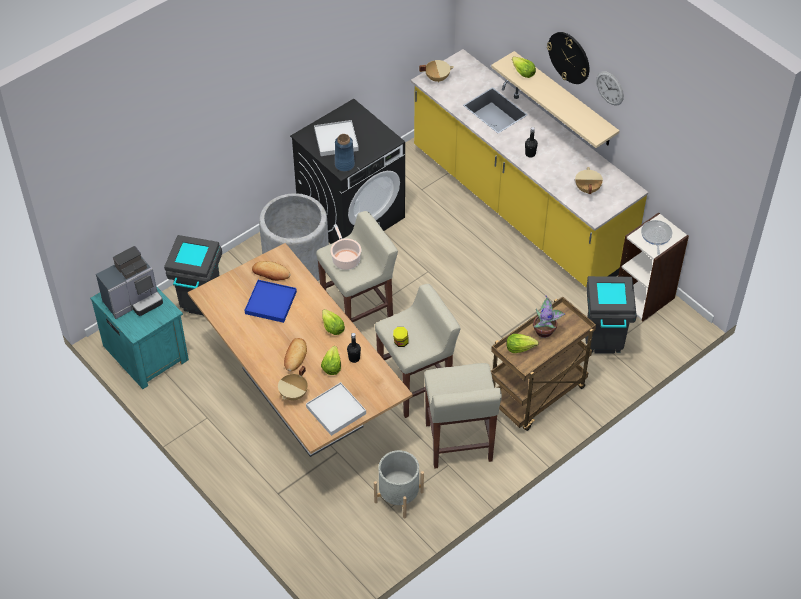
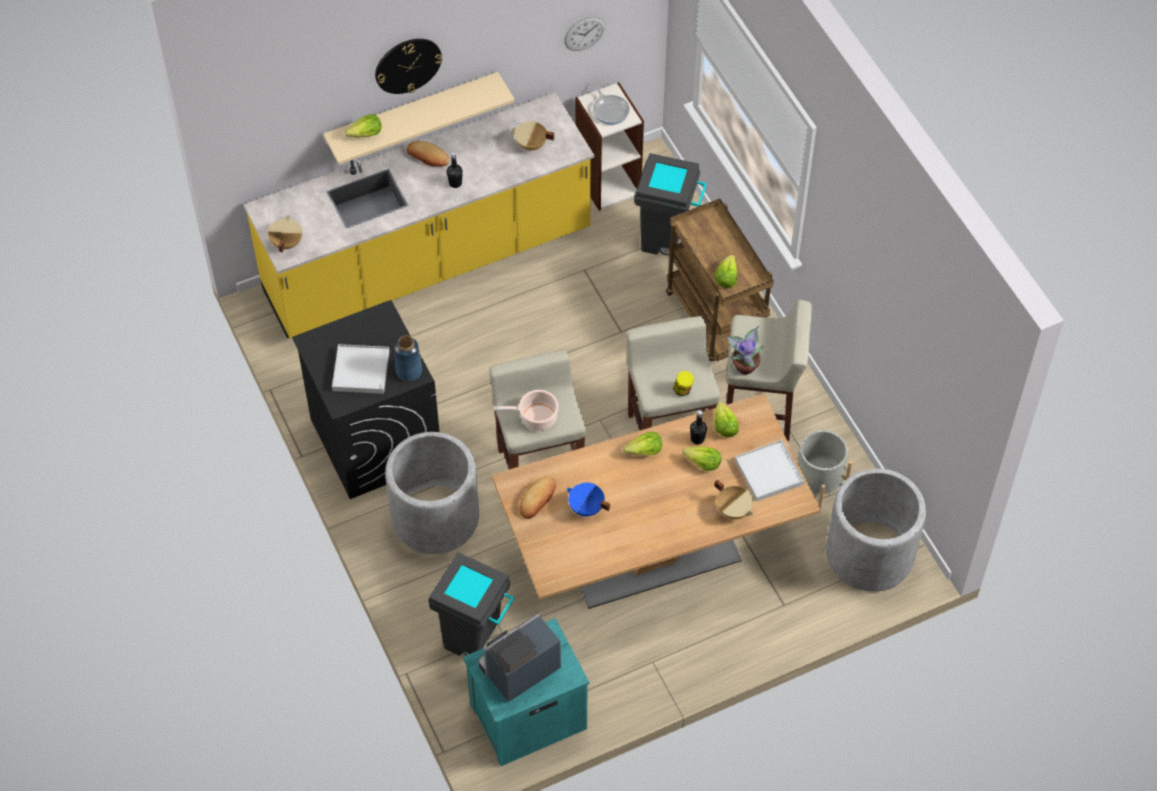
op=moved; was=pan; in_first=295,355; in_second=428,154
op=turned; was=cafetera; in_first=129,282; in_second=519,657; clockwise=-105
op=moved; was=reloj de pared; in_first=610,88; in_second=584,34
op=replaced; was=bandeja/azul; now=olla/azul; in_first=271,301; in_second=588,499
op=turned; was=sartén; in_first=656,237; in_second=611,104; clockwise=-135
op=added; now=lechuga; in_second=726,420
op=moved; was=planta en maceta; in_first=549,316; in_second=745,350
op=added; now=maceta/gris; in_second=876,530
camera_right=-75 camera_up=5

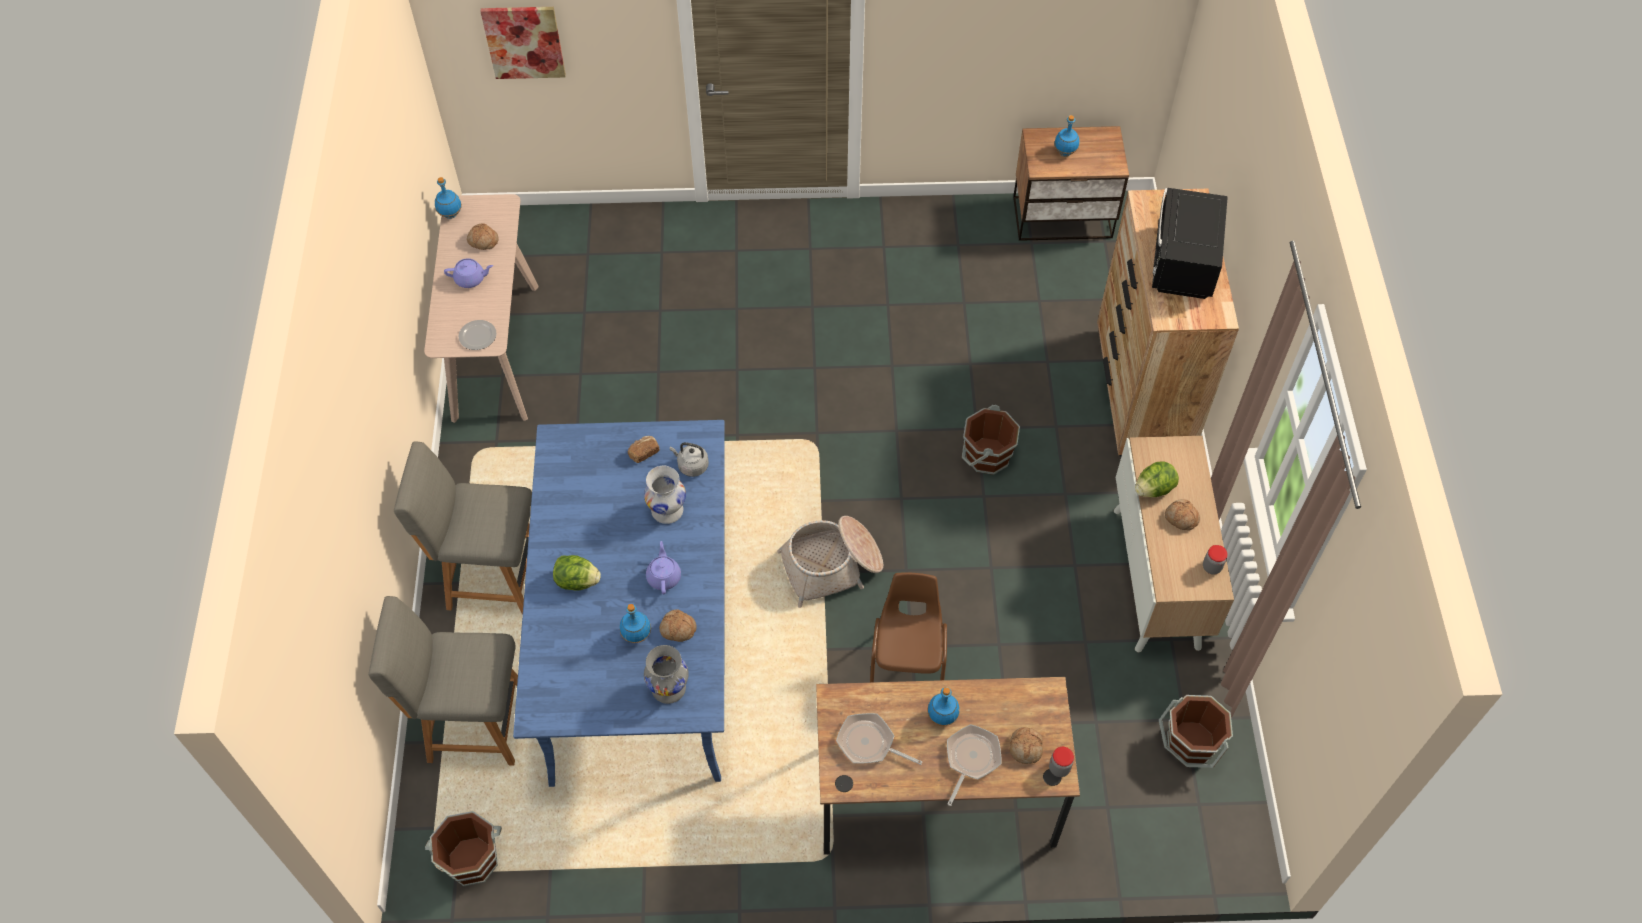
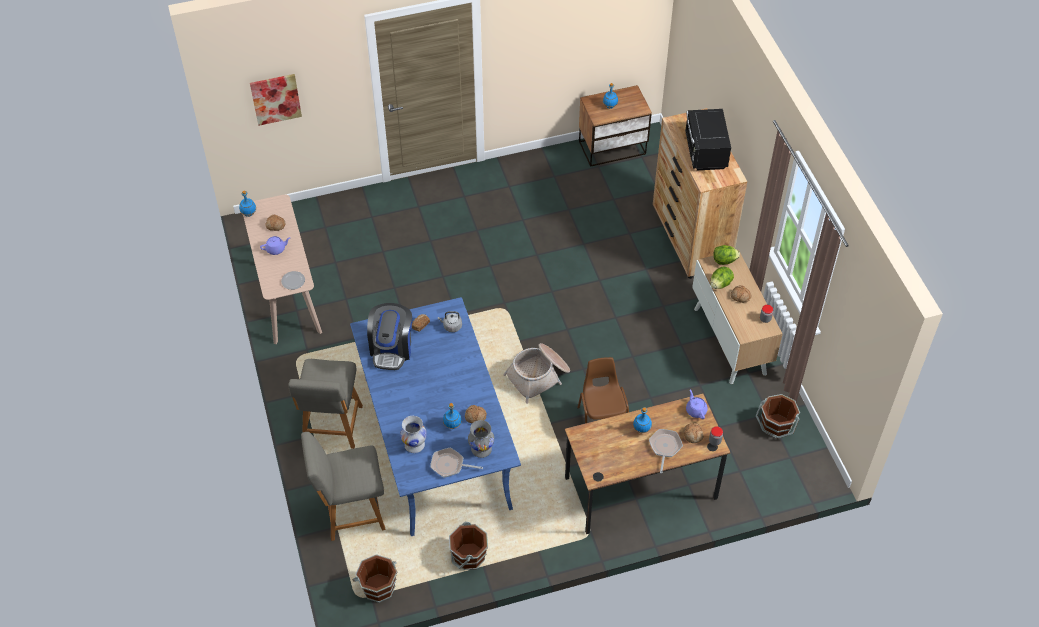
op=turned; was=silla/gris; in_first=463,528; in_second=325,404; clockwise=-75
op=added; now=cafetera; in_second=389,336
op=moved; was=florero/blanco; in_first=665,495; in_second=413,434
op=moved; was=sartén; in_first=879,739; in_second=456,463
op=moved; was=cubo/marrón; in_first=991,440; in_second=468,546
op=moved; was=tetera/morado; in_first=663,567; in_second=697,404
op=moved; was=lechuga; in_first=577,573; in_second=726,255
camera_right=-15 camera_up=-5

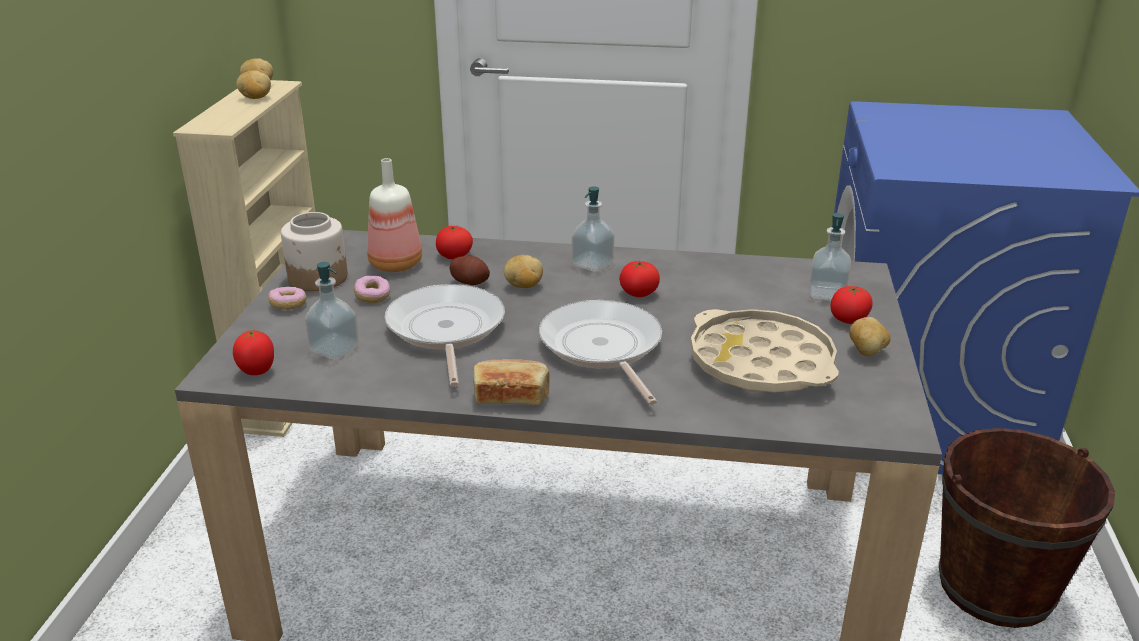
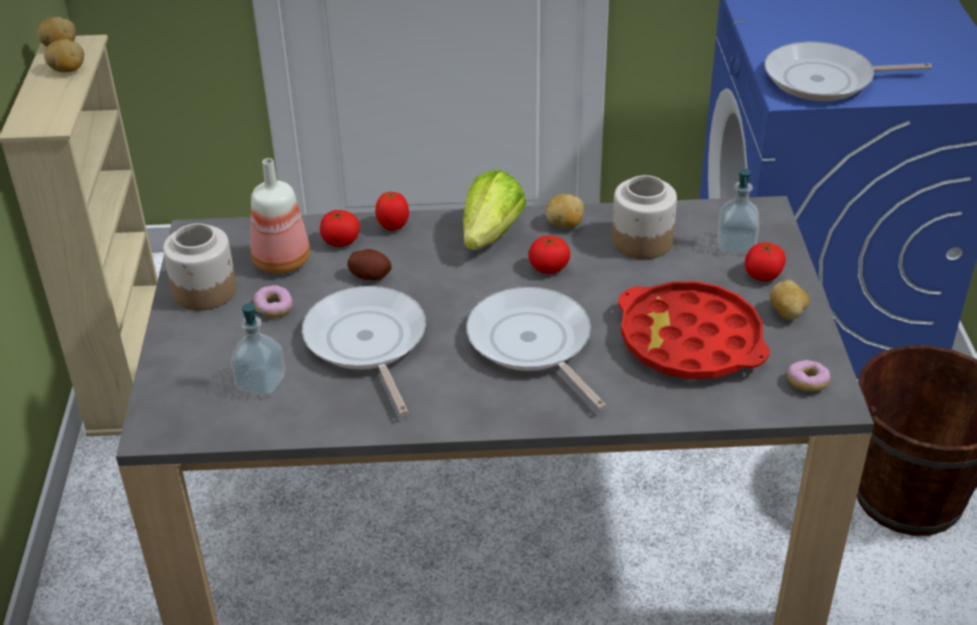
op=moved; was=tomate; in_first=253,352; in_second=392,210
op=replaced; was=dispensador de jabón; now=lechuga; in_first=593,229; in_second=494,210
op=moved; was=patata; in_first=523,271; in_second=565,211
op=added; now=tarro; in_second=644,217
op=recoloured; was=bandeja/beis; now=bandeja/rojo; in_first=765,351; in_second=694,330
op=added; now=sartén; in_second=848,71
op=moved; was=rosquilla; in_first=287,298; in_second=808,376
op=removed; was=pan; in_first=511,382
camera_right=-10 camera_up=10

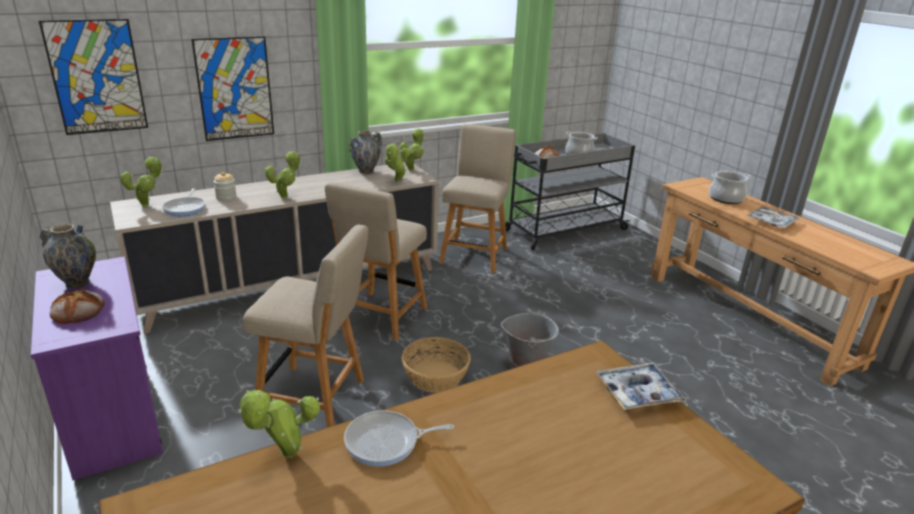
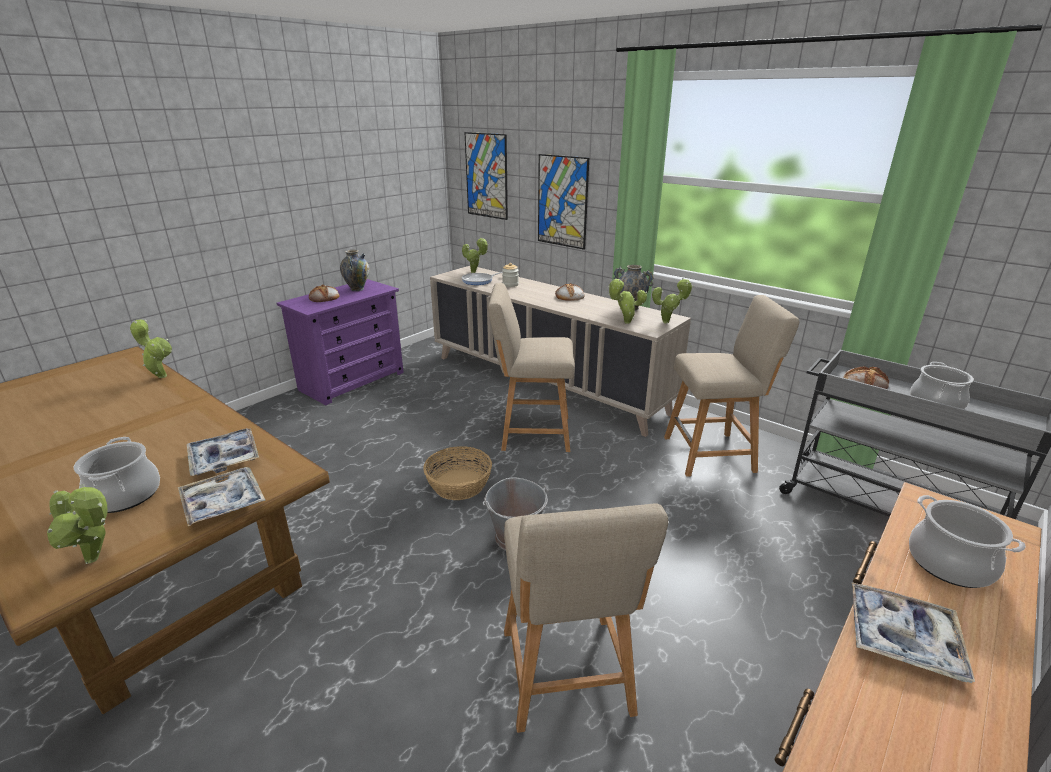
op=moved; was=planta en maceta; in_first=282,175; in_second=77,524
op=added; now=olla; in_second=117,475
op=added; now=bandeja; in_second=223,452
op=moved; was=silla/beis; in_first=305,326; in_second=586,618
op=added; now=pan; in_second=569,292
op=removed; was=sartén; in_first=399,438
camera_right=70 camera_up=0

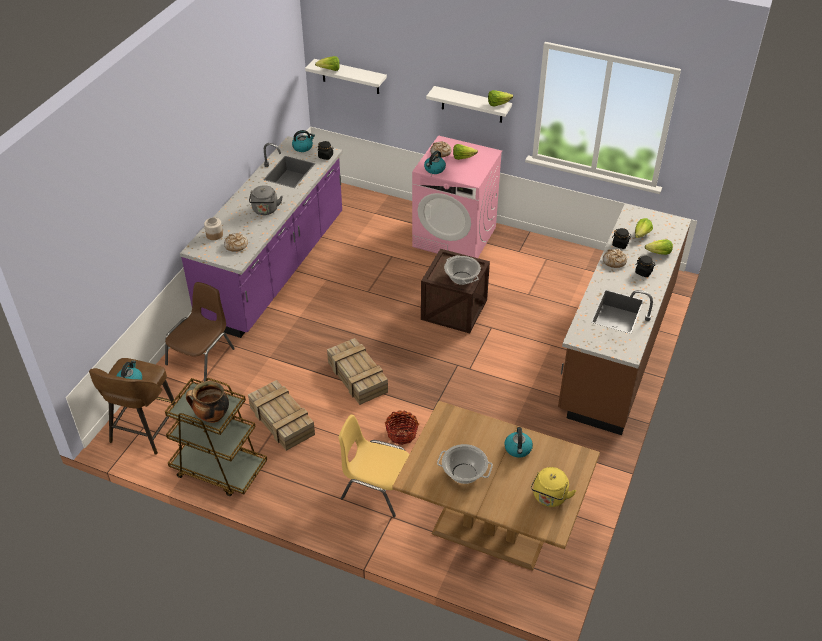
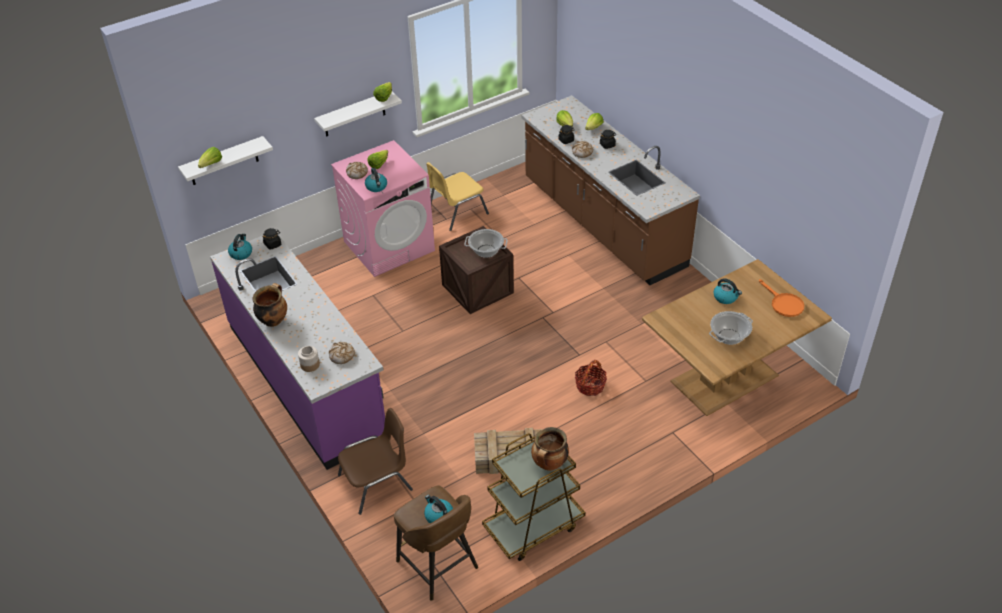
op=added; now=olla; in_second=270,305
op=turned; was=silla/marrón; in_first=200,331; in_second=375,461; clockwise=90
op=moved; was=silla/amarillo; in_first=374,466; in_second=457,196
op=replaced; was=hervidor/amarillo; now=sartén/naranja; in_first=553,487; in_second=781,298
op=removed; was=hervidor/gris; in_first=266,200
op=removed; was=caja de embalaje; in_first=357,371
camera_right=-55 camera_up=0

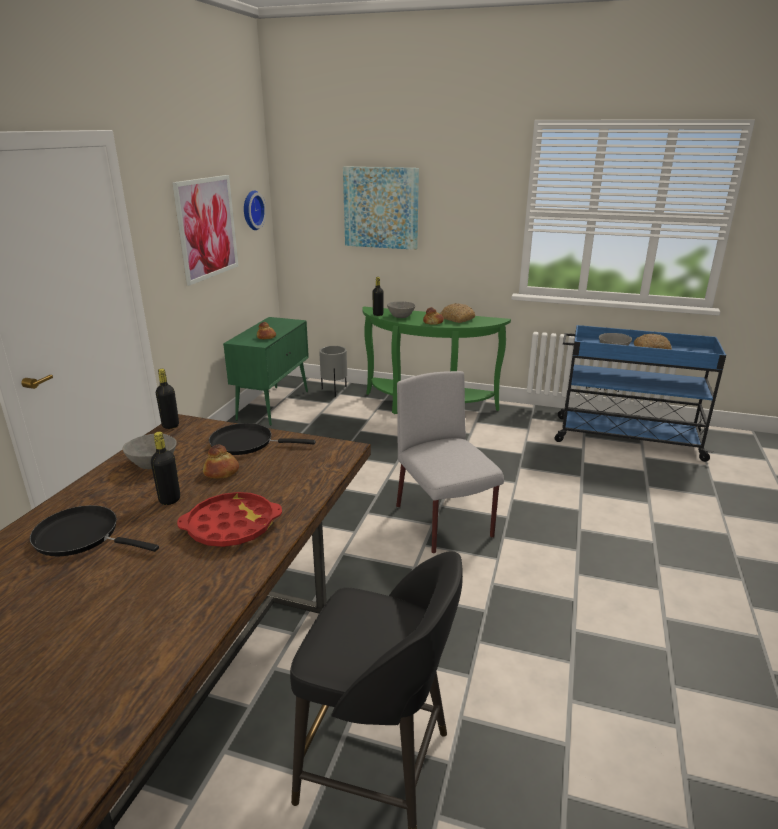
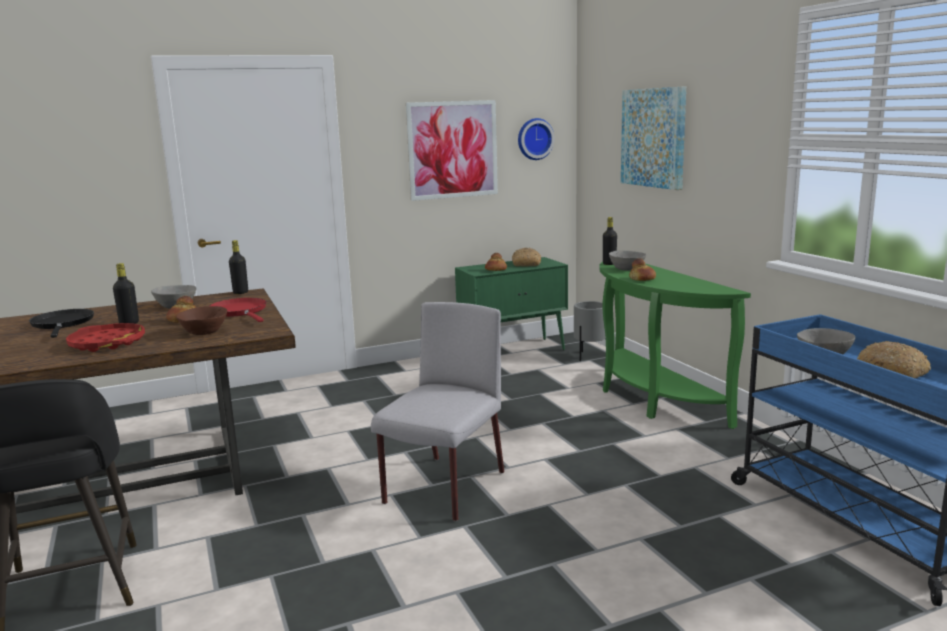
op=added; now=cuenco/marrón; in_second=201,320
op=recoloured; was=sartén/negro; now=sartén/rojo; in_first=262,439; in_second=238,310
op=moved; was=pan; in_first=458,313; in_second=526,257
camera_right=50 camera_up=-10

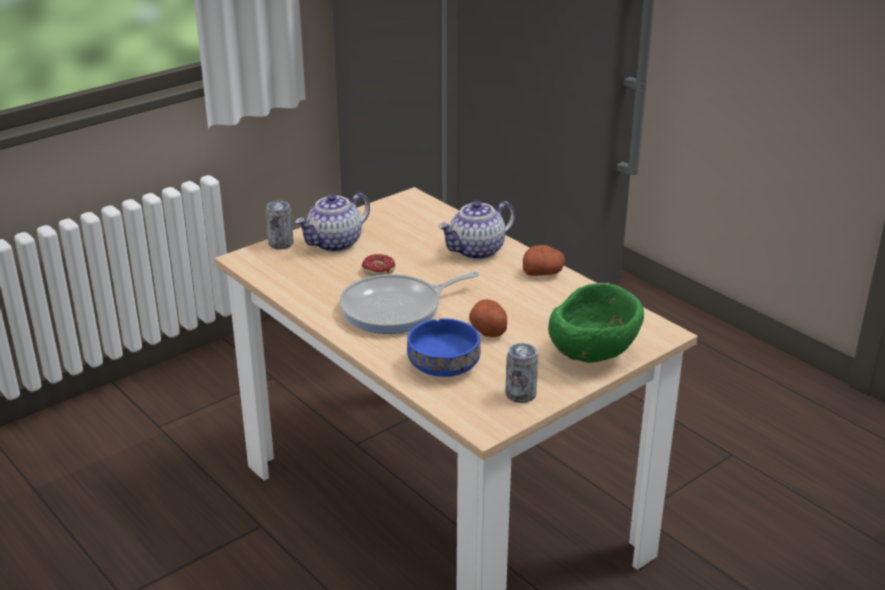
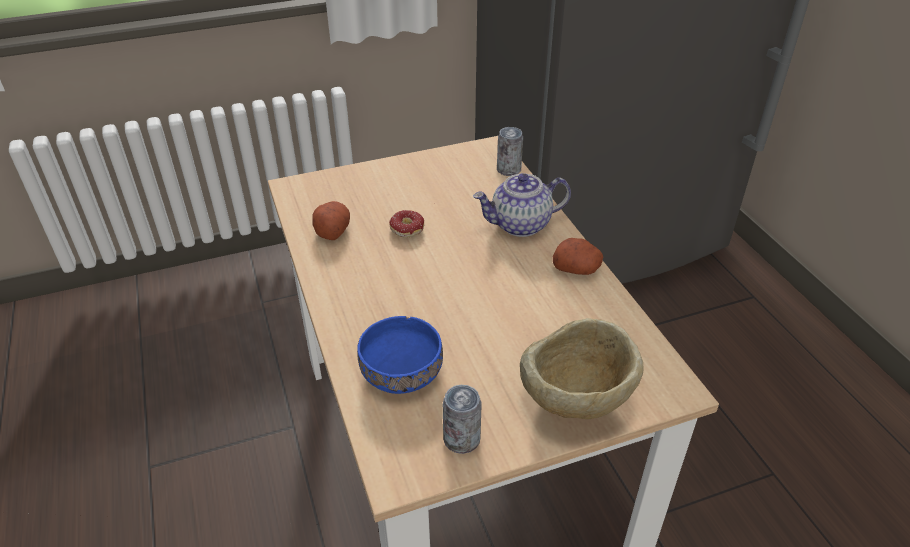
op=moved; was=patata; in_first=488,318; in_second=331,220
op=moved; was=lata; in_first=280,225; in_second=510,151
op=recoloured; was=cuenco/verde; now=cuenco/beis; in_first=596,323; in_second=582,368
op=removed; was=tetera; in_first=332,222
op=removed; was=sartén; in_first=409,303
camera_right=20 camera_up=10

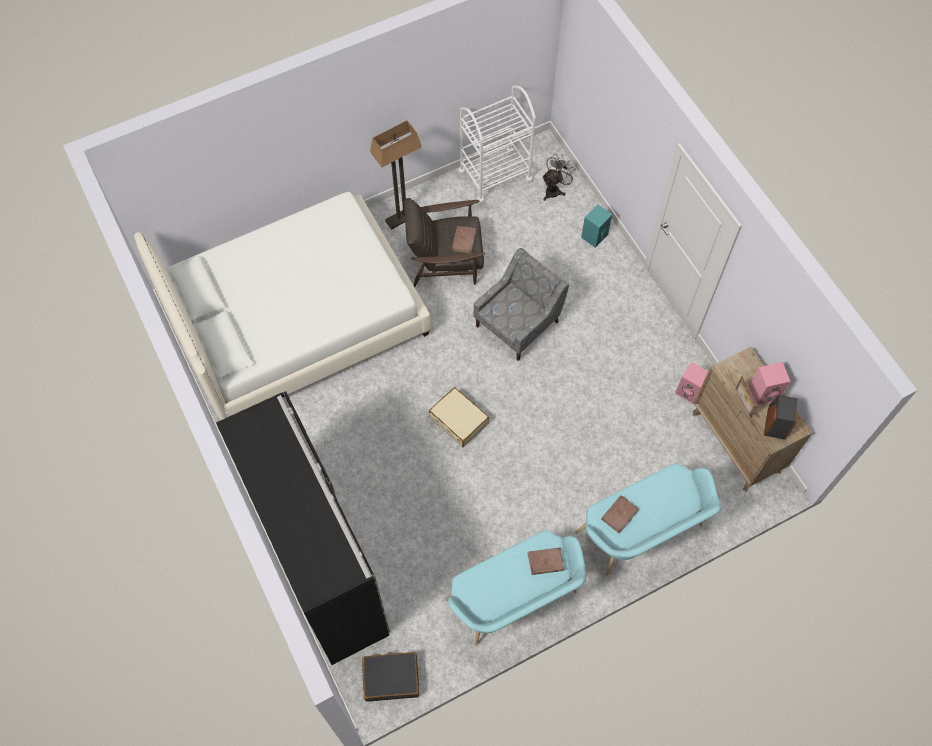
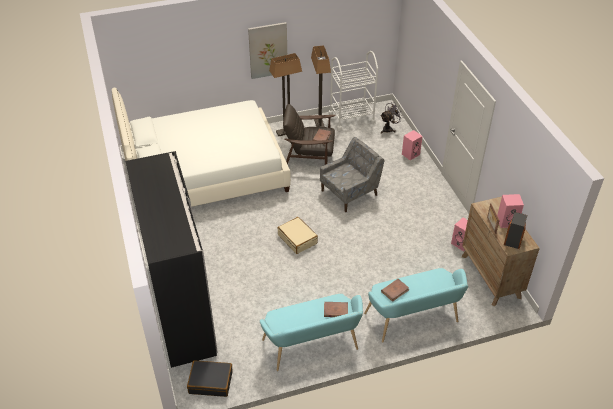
op=added; now=cuadro; in_second=267,50
op=added; now=lámpara de pie; in_second=321,86
op=recoloured; was=altavoz/turquesa; now=altavoz/rosa; in_first=596,226; in_second=412,145
camera_right=10 camera_up=-20

